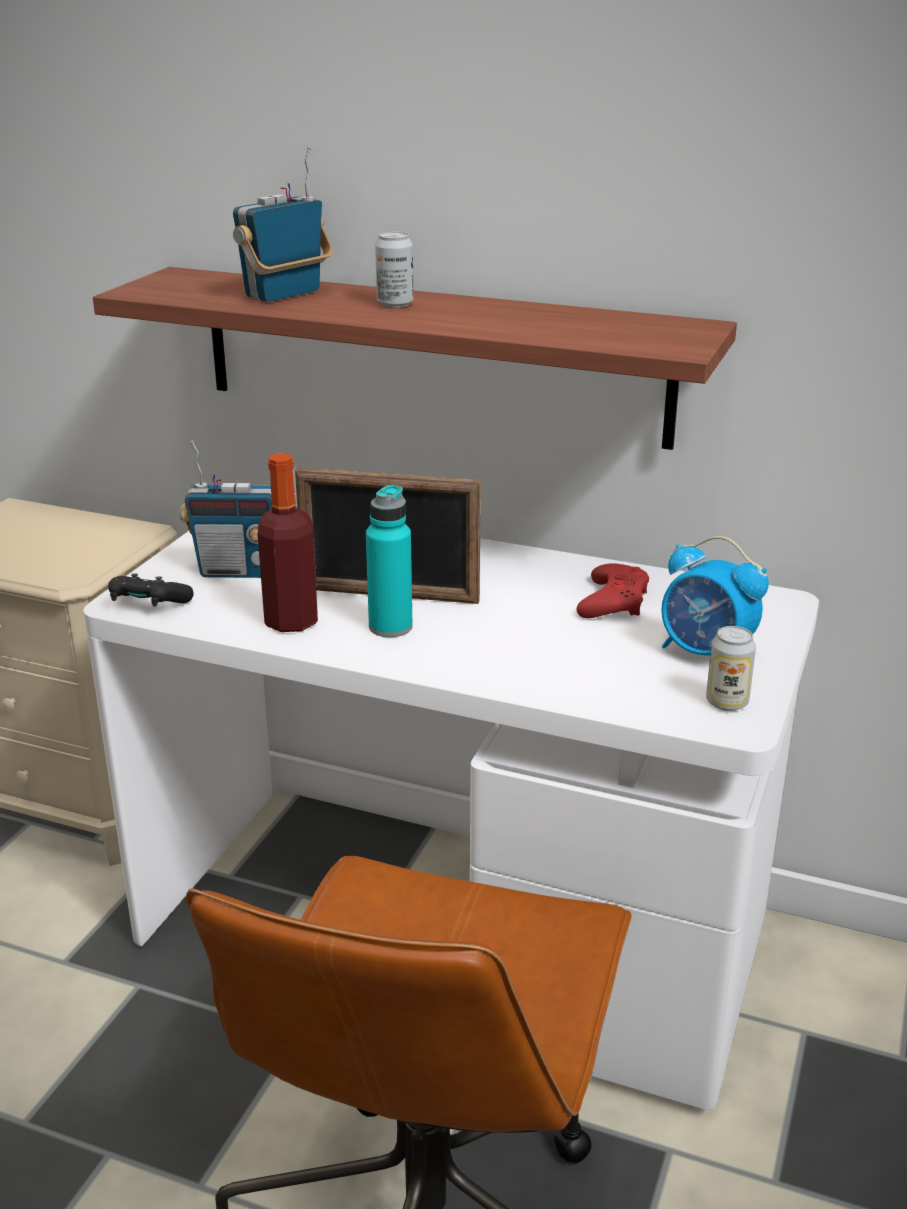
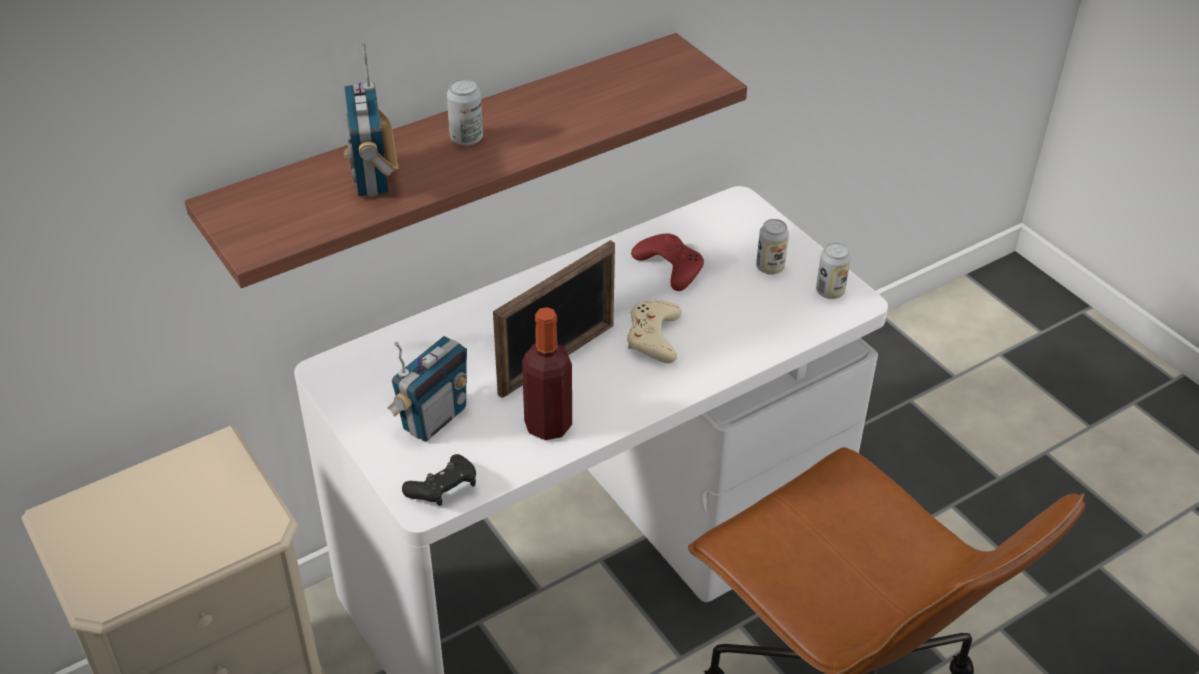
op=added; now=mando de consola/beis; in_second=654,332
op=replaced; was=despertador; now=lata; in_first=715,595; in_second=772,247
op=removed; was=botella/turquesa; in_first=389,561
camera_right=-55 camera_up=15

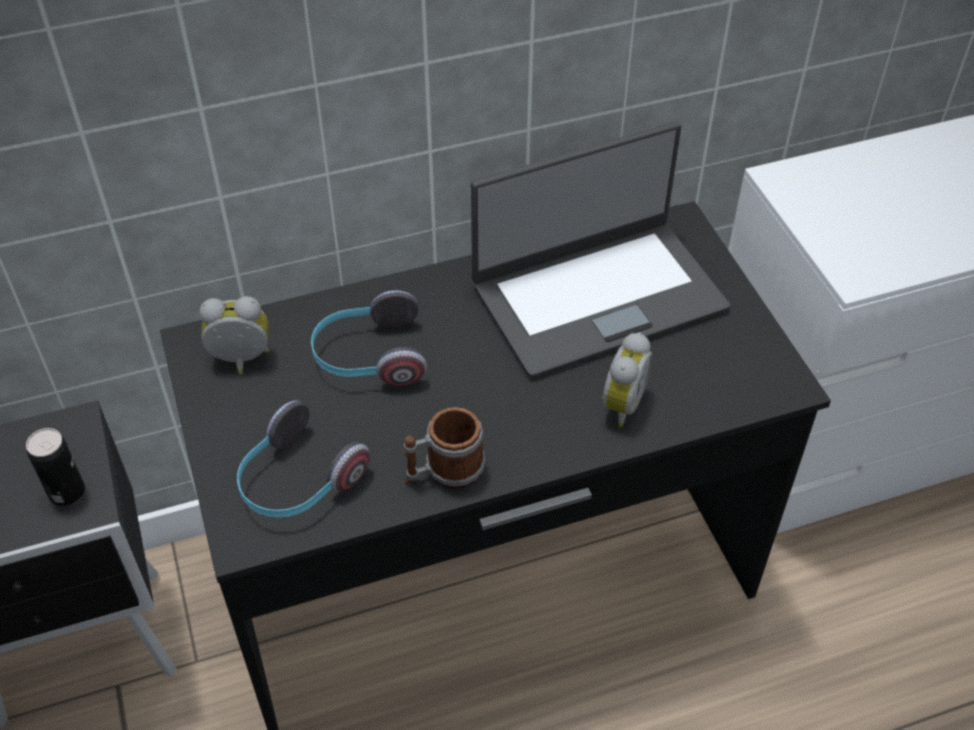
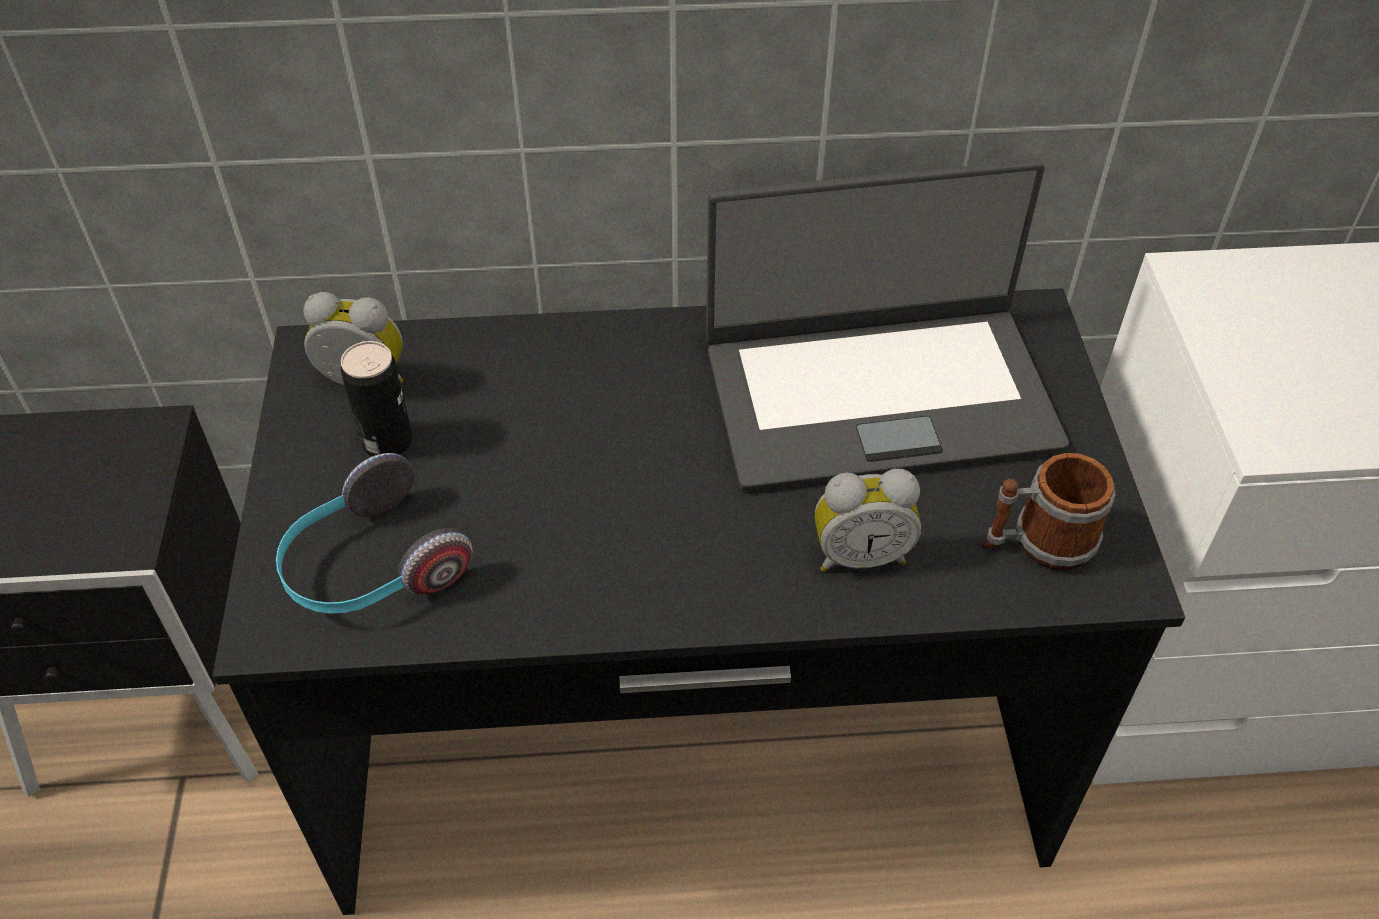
op=moved; was=lata; in_first=55,467; in_second=377,399
op=turned; was=despertador; in_first=627,379; in_second=868,520; clockwise=45
op=moved; was=taza grande; in_first=444,448; in_second=1049,511
op=removed; was=auriculares; in_first=369,338
camera_right=15 camera_up=0

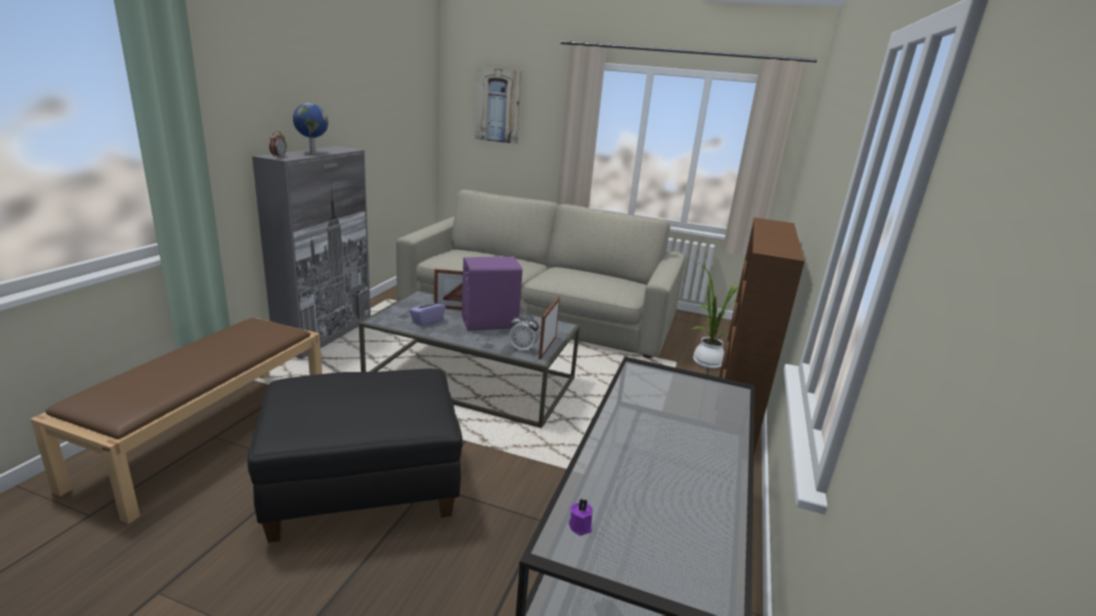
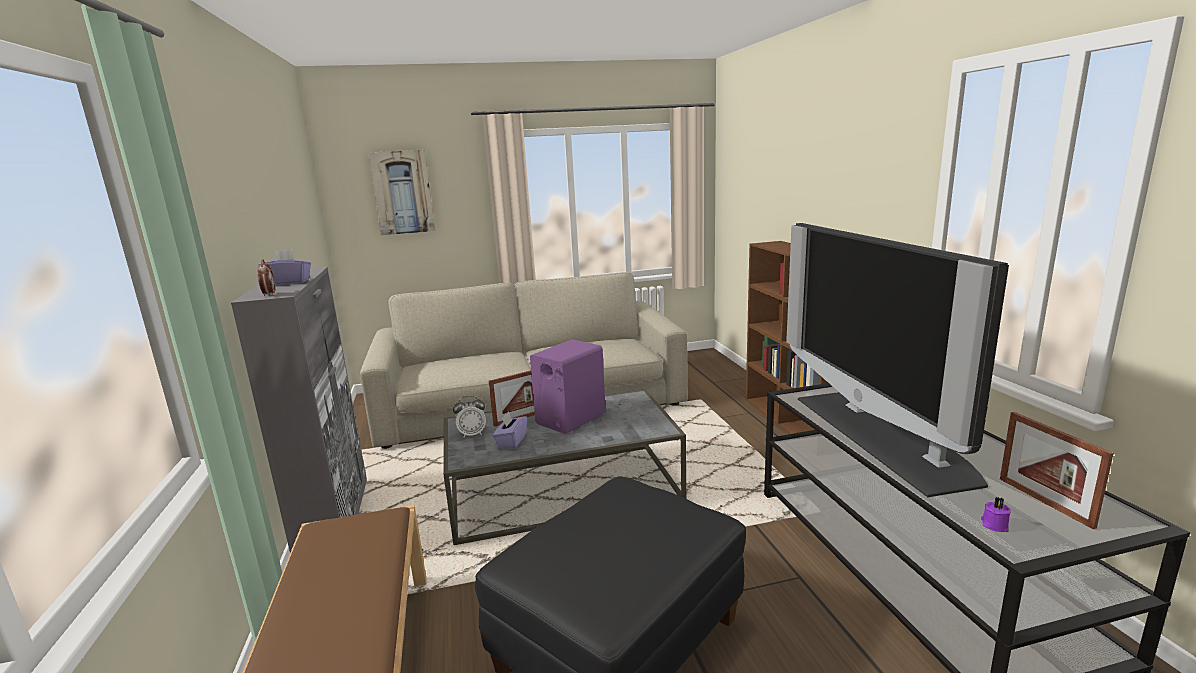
op=replaced; was=globo terráqueo; now=caja de pañuelos/morado; in_first=310,128; in_second=284,267
op=moved; was=despertador; in_first=524,333; in_second=469,417
op=added; now=televisor; in_second=897,360
op=moved; was=portarretratos; in_first=549,328; in_second=1057,470
op=removed; was=planta en maceta; in_first=715,315
camera_right=-30 camera_up=-5

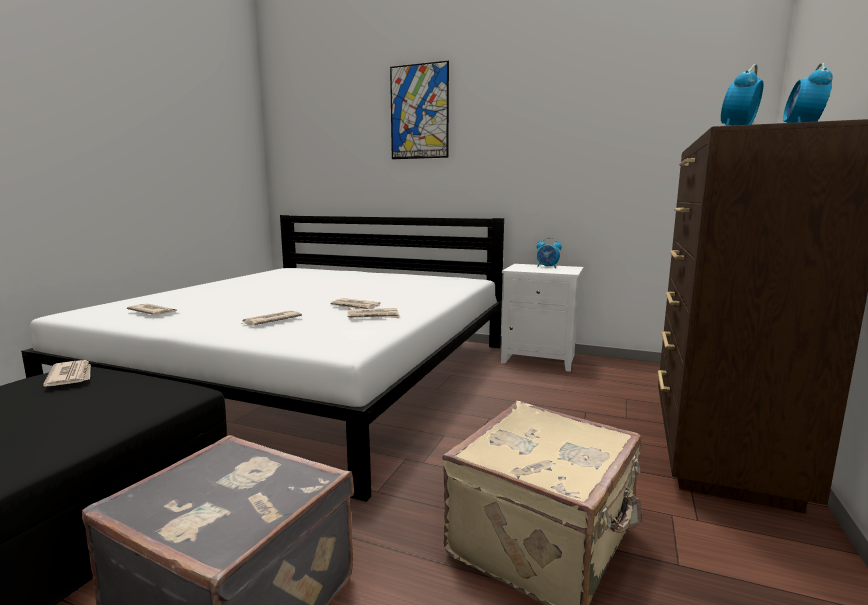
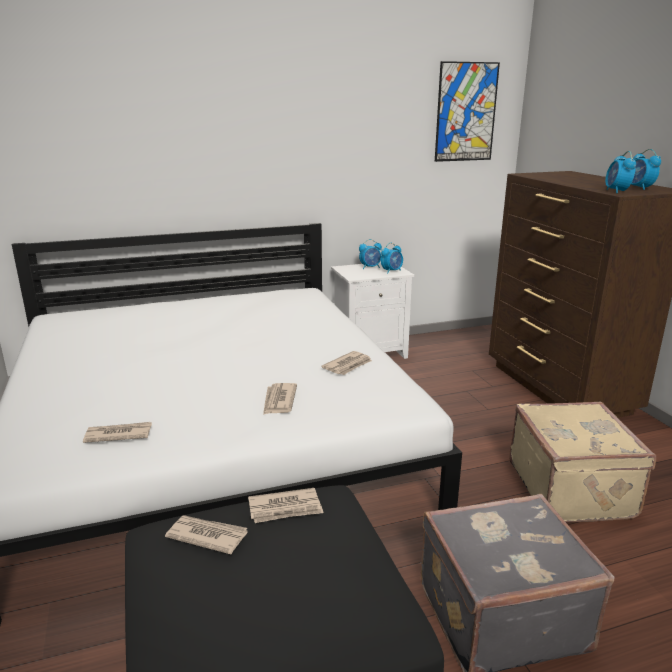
op=moved; was=periódico; in_first=355,303; in_second=285,505
op=added; now=despertador; in_second=392,258
op=moved; was=cuadro; in_first=419,110; in_second=467,111
camera_right=-40 camera_up=10

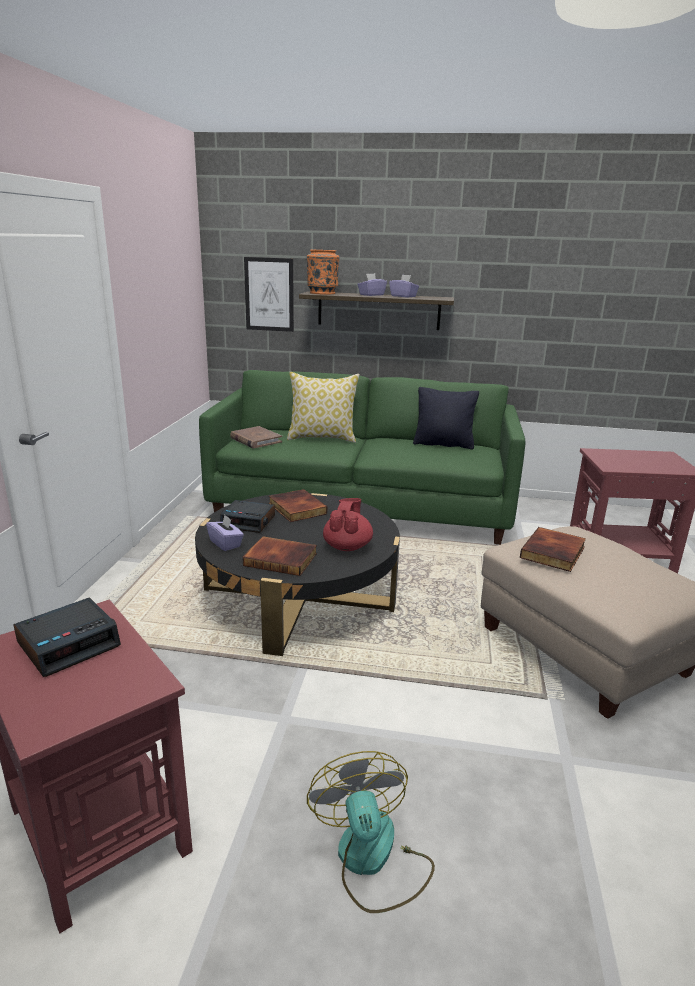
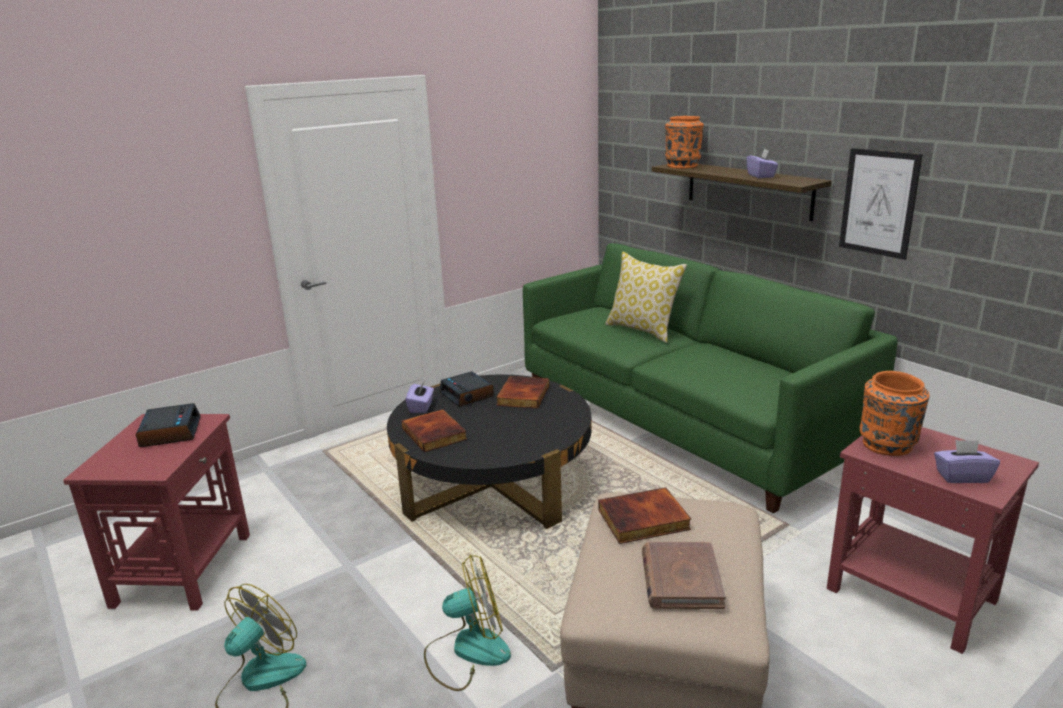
op=turned; was=despertador; in_first=67,637; in_second=168,425; clockwise=-105
op=added; now=ventilador; in_second=467,623
op=moved; was=libro/marrón; in_first=256,437; in_second=684,575
op=moved; was=cuadro; in_first=269,294; in_second=881,204
op=added; now=florero/naranja; in_second=894,413
op=moved; was=caja de pañuelos/morado; in_first=372,284; in_second=967,461
op=removed; was=tetera/rojo; in_first=348,524
op=removed; was=cojín/negro; in_first=446,418
camera_right=45 camera_up=0

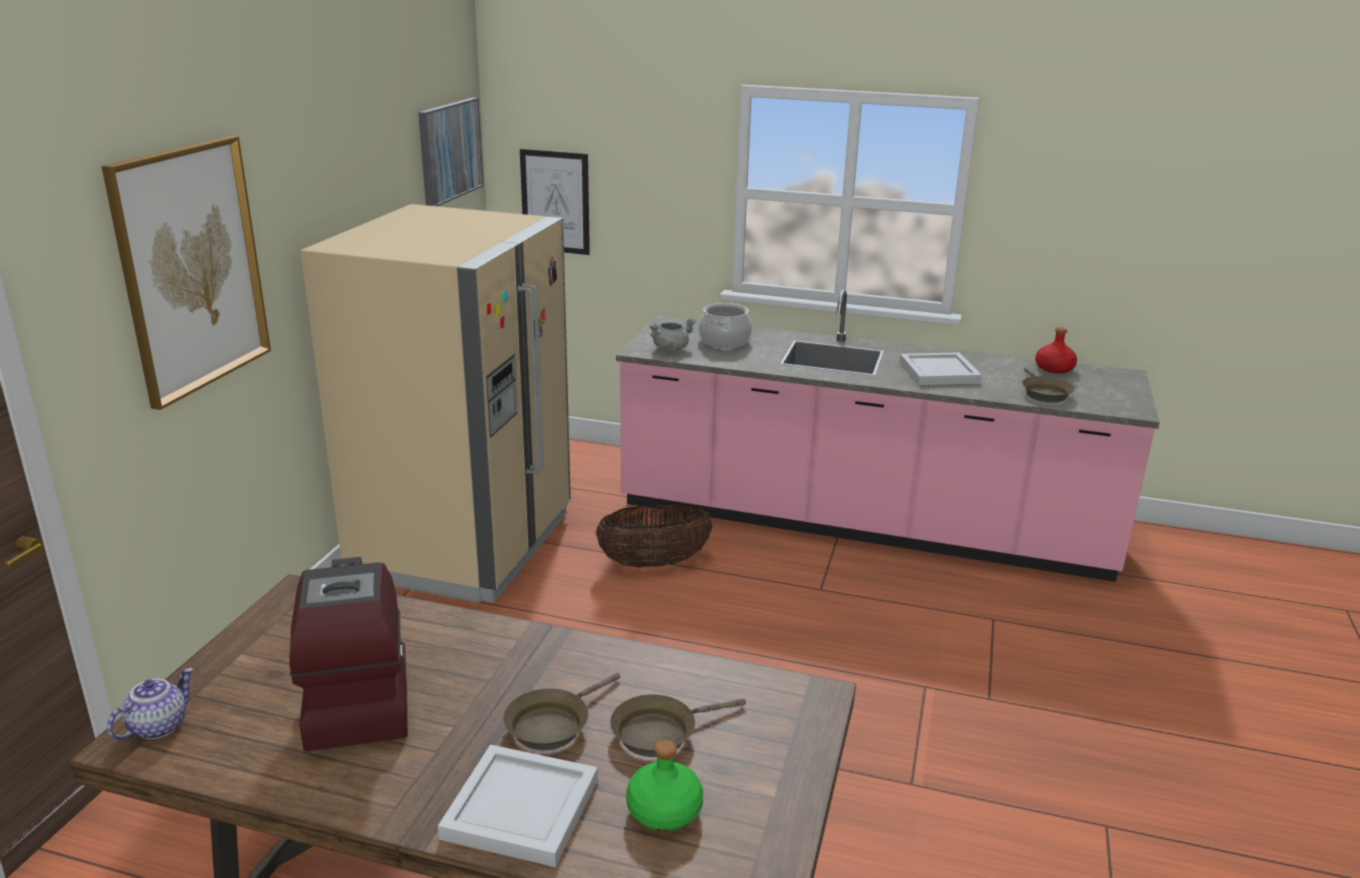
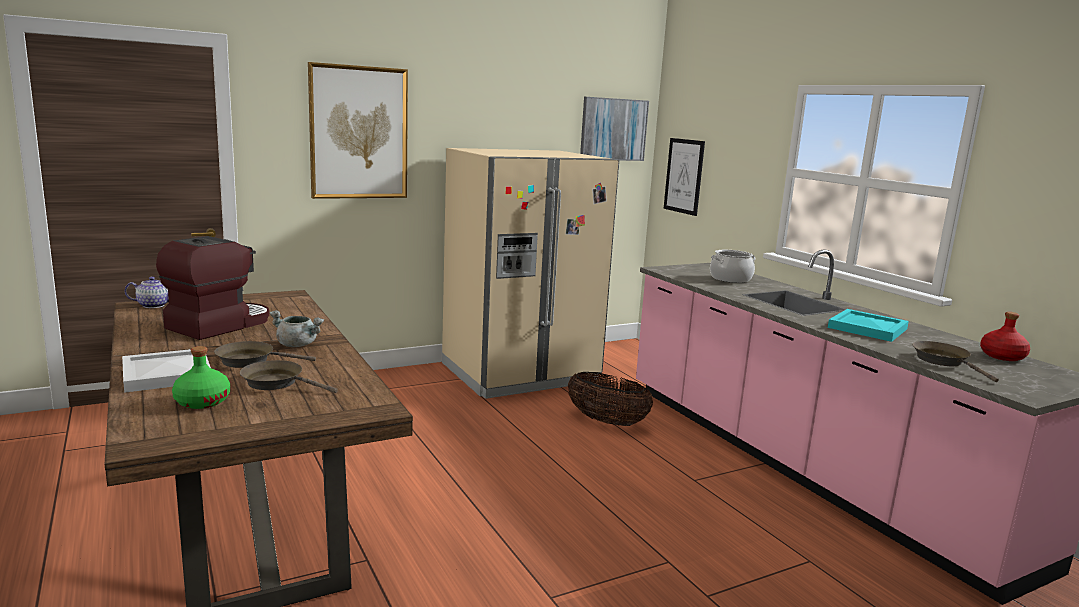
op=moved; was=olla/gris; in_first=672,335; in_second=296,328
op=recoloured; was=bandeja/blanco; now=bandeja/turquesa; in_first=940,368; in_second=868,325
op=turned; was=sartén/marrón; in_first=1048,385; in_second=955,361; clockwise=120
camera_right=45 camera_up=-10

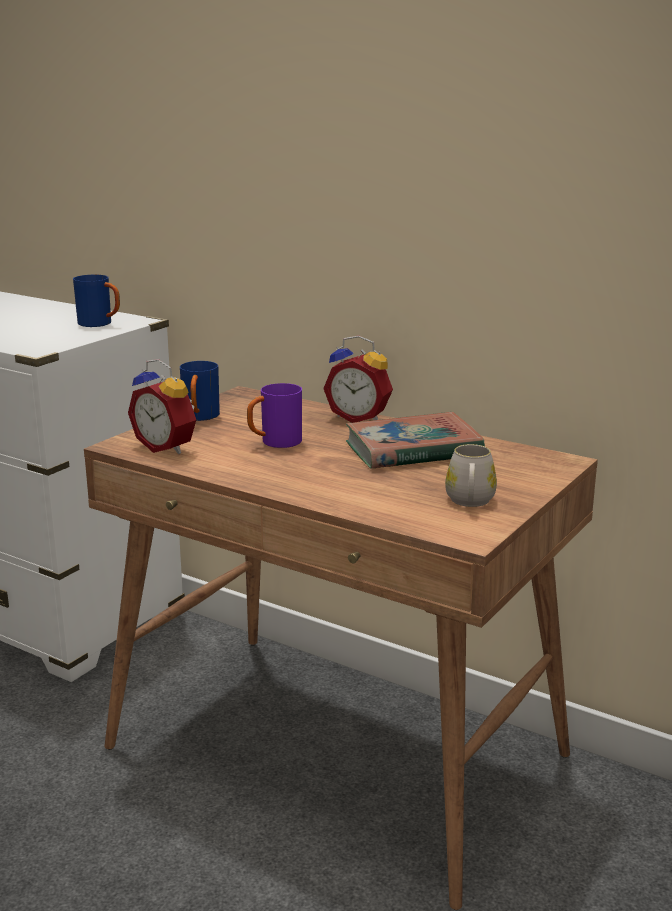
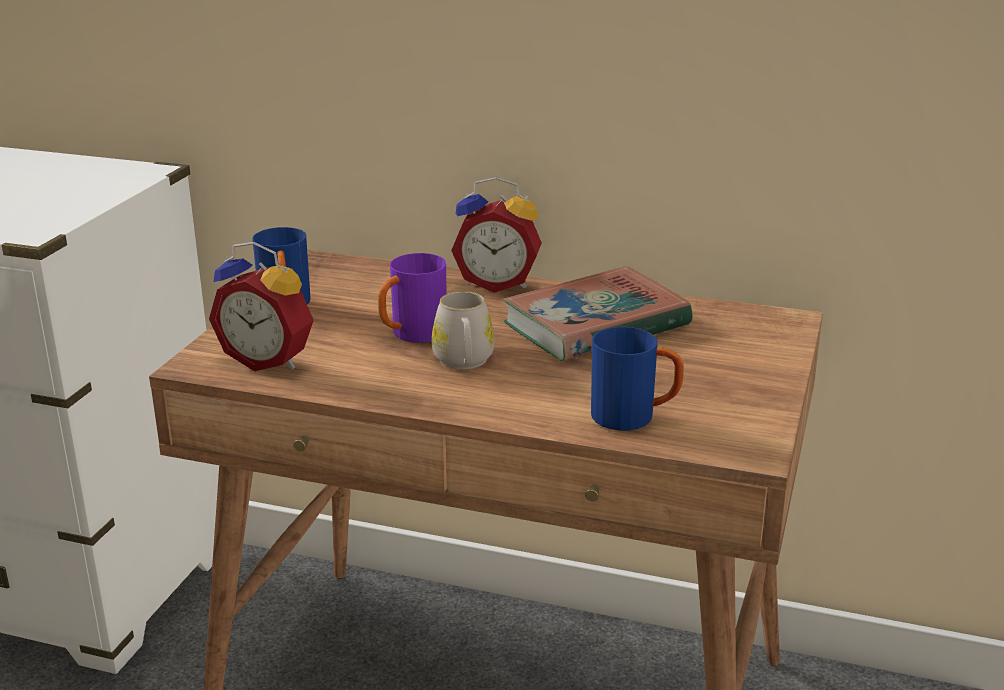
op=moved; was=taza grande/blanco; in_first=471,475; in_second=462,330
op=moved; was=taza grande/azul; in_first=96,301; in_second=637,379
camera_right=-15 camera_up=5

